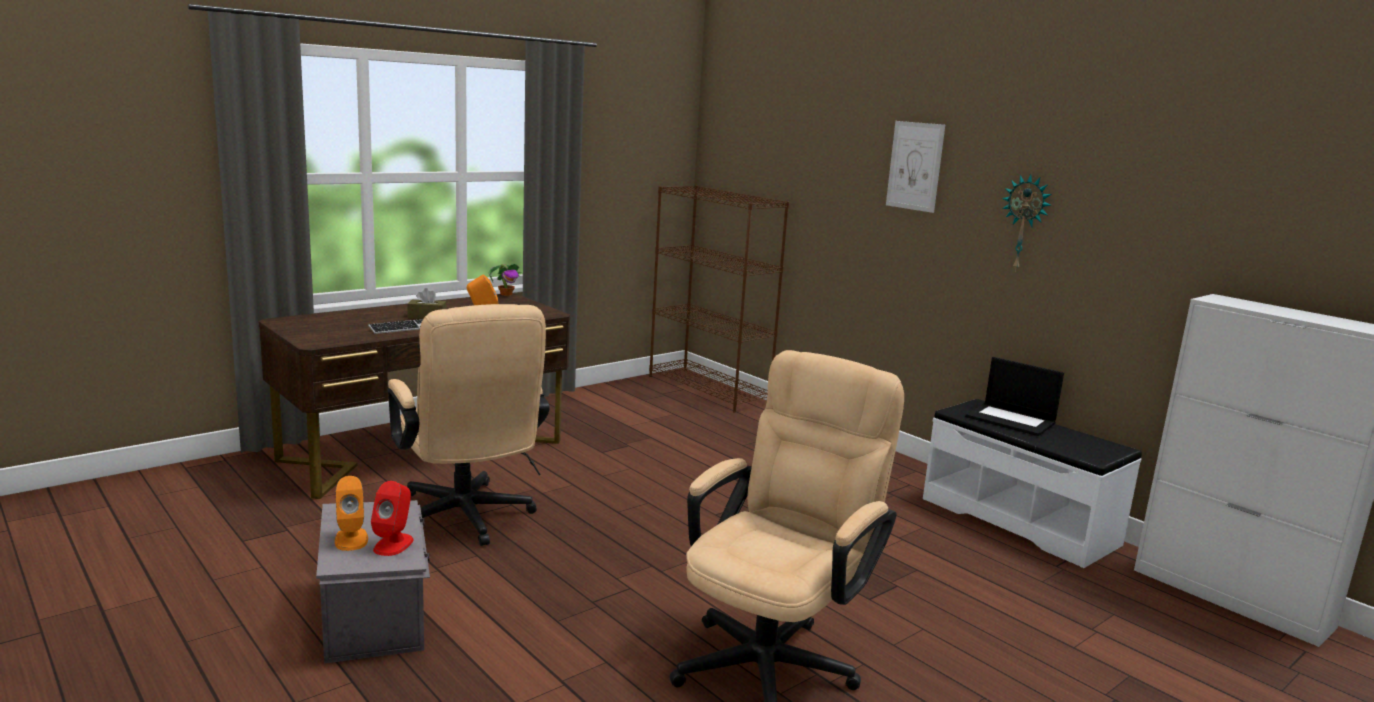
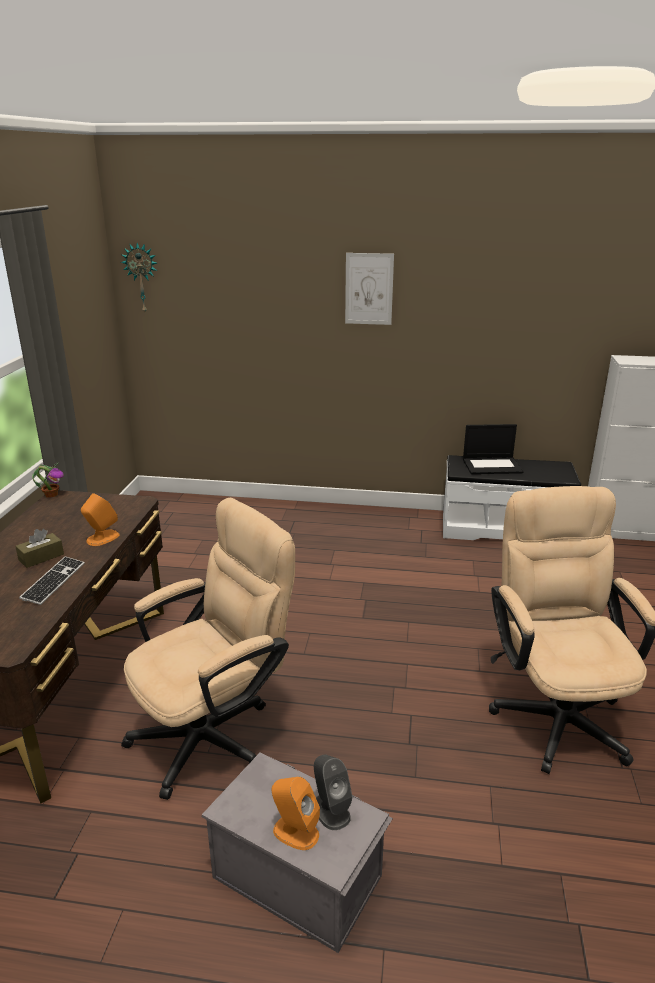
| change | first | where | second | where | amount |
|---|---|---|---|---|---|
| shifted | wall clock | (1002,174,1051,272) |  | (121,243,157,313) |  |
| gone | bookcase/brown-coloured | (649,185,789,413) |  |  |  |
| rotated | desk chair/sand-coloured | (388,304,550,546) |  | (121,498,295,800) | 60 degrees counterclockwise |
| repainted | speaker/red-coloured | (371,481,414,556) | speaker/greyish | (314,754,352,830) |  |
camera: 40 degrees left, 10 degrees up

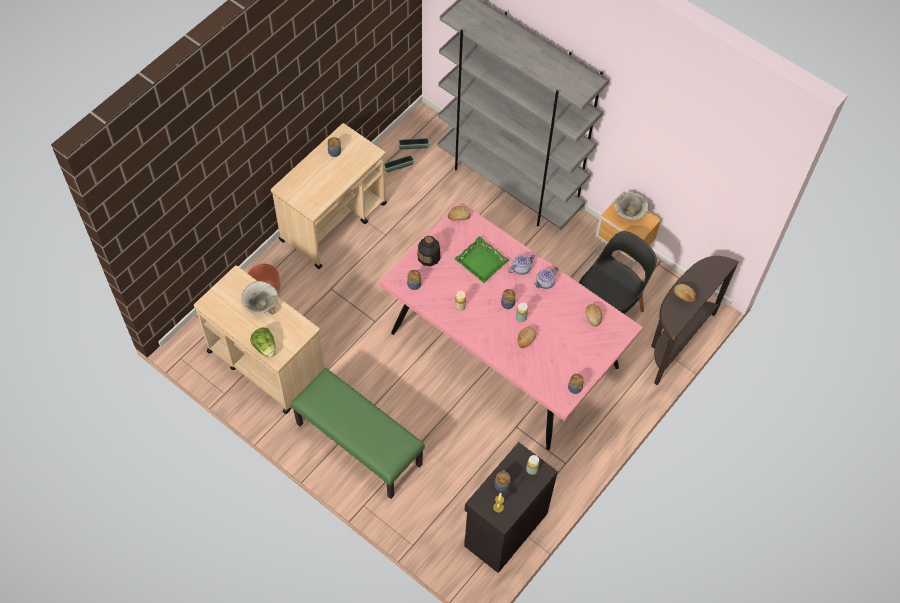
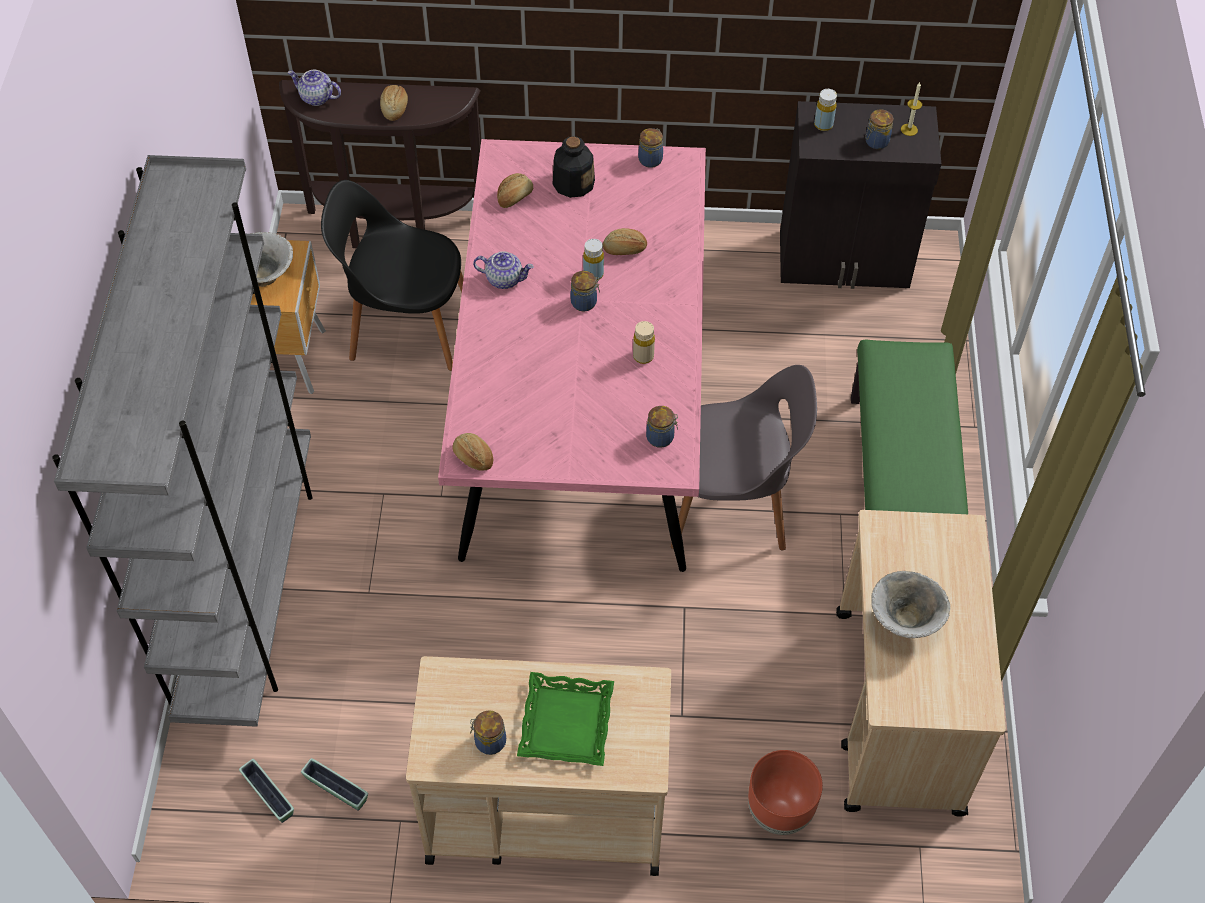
| change | first | where | second | where | amount |
|---|---|---|---|---|---|
| shifted | drink bottle | (417,236,441,266) |  | (553,136,595,198) |  |
| shifted | serving tray/greenish | (454,236,509,283) |  | (517,672,614,766) |  |
| shifted | tea pot | (508,254,536,275) |  | (287,70,341,106) |  |
| gone | head of lettuce | (250,327,276,358) |  |  |  |
| new |  |  | chair/greyish | (671,365,817,551) |  |
camera: 125 degrees left, 5 degrees down

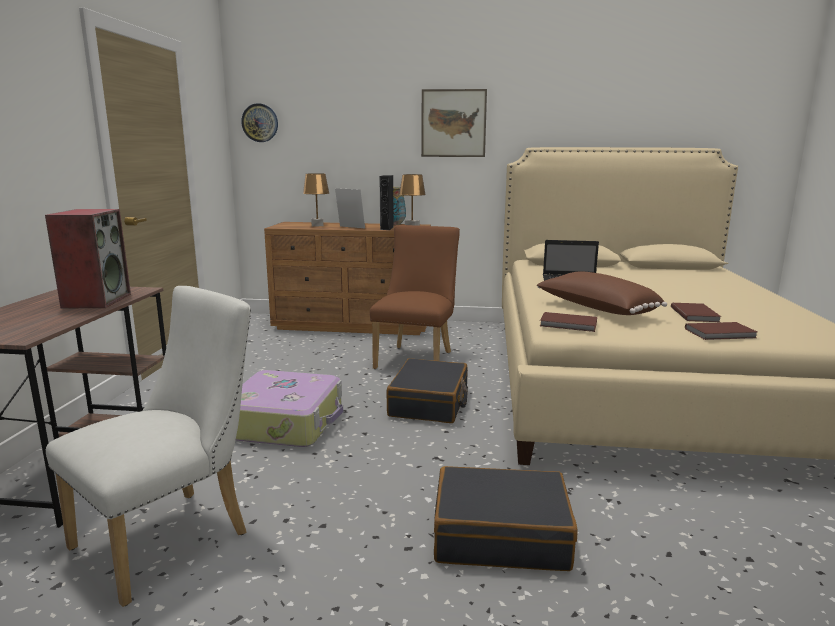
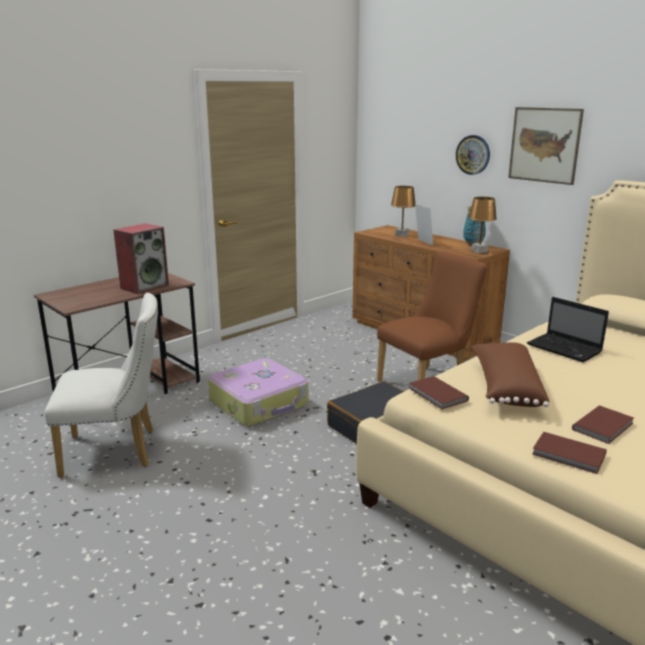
| change | first | where | second | where | amount |
|---|---|---|---|---|---|
| shifted | wall clock | (241,103,278,142) |  | (456,135,490,175) |  |
| gone | speaker/blackish | (379,175,394,230) |  |  |  |
| gone | travel case/blackish | (434,466,578,571) |  |  |  |
camera: 40 degrees right, 5 degrees up

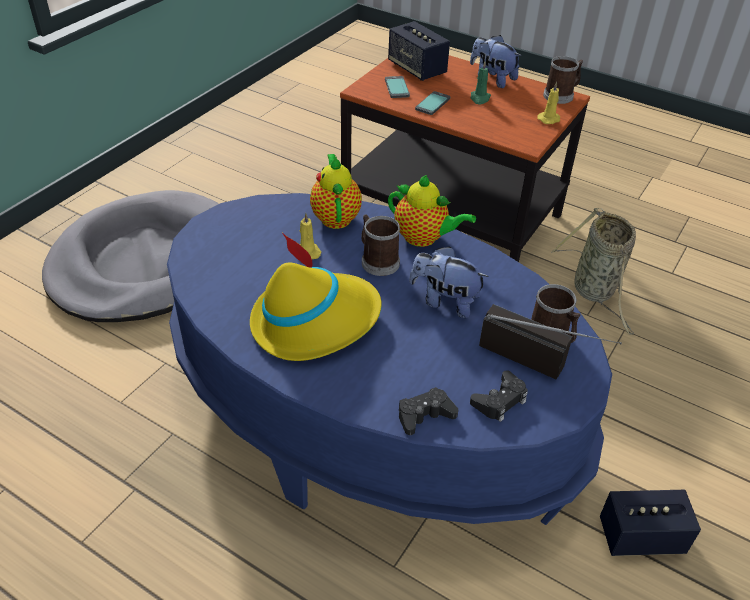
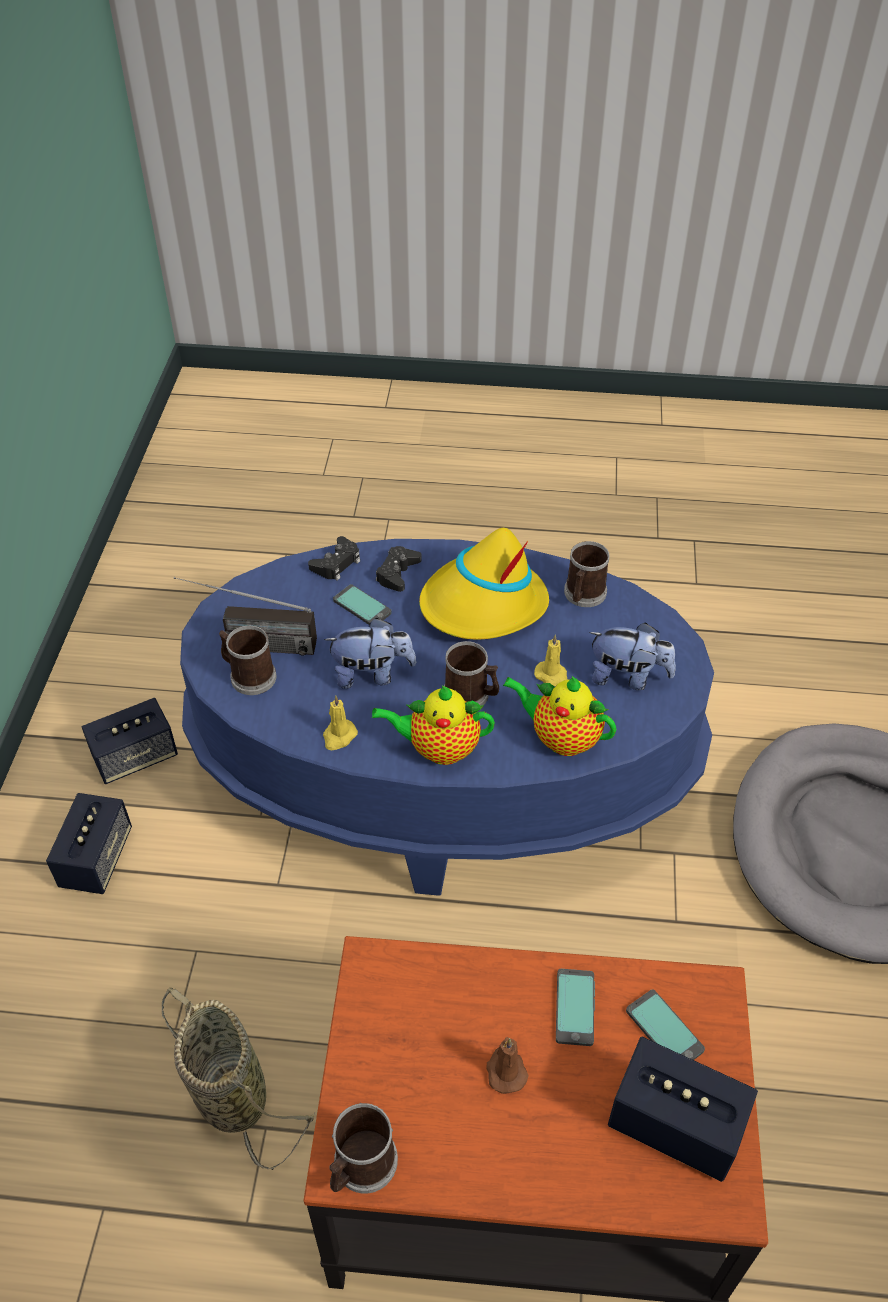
| change | first | where | second | where | amount |
|---|---|---|---|---|---|
| shifted | cuddly toy | (470,35,522,88) |  | (589,623,676,690) |  |
| repainted | wax light/greenish | (470,62,491,105) | wax light/brown-coloured | (486,1037,529,1094) |  |
| shifted | wax light/yellow-coloured | (537,82,560,124) |  | (323,695,358,750) |  |
| rotated | tea pot | (310,154,362,229) |  | (503,676,616,756) | 150 degrees clockwise |
| shifted | gamepad/blackish | (470,370,528,422) |  | (376,546,422,592) |  |
| new |  |  | coffee mug | (564,541,610,607) |  |
| new |  |  | handset | (333,584,392,625) |  |
| new |  |  | speaker | (46,793,132,894) |  |
camera: 155 degrees right, 5 degrees up

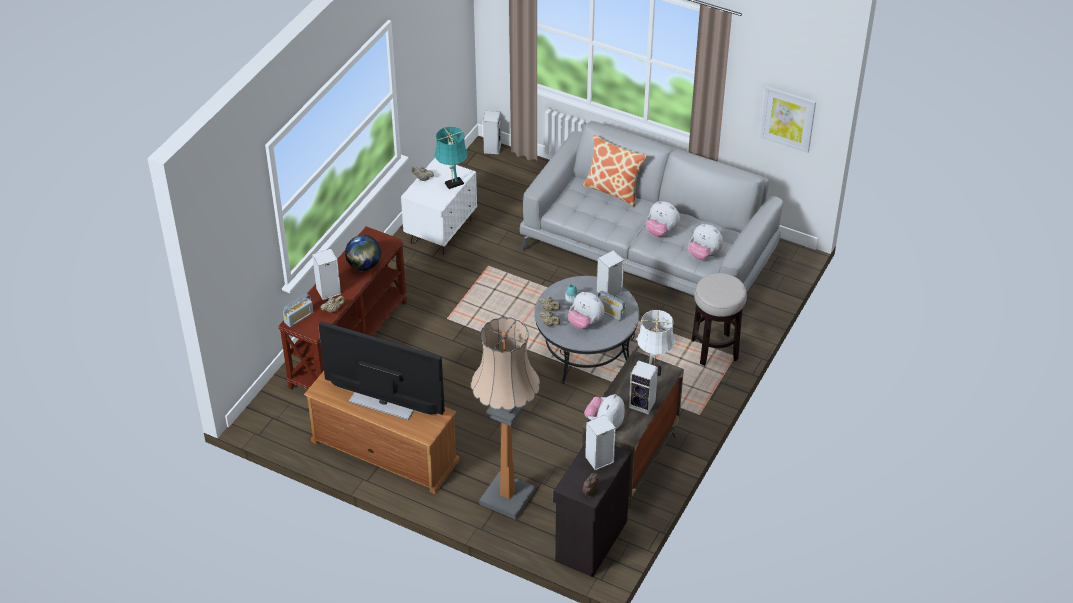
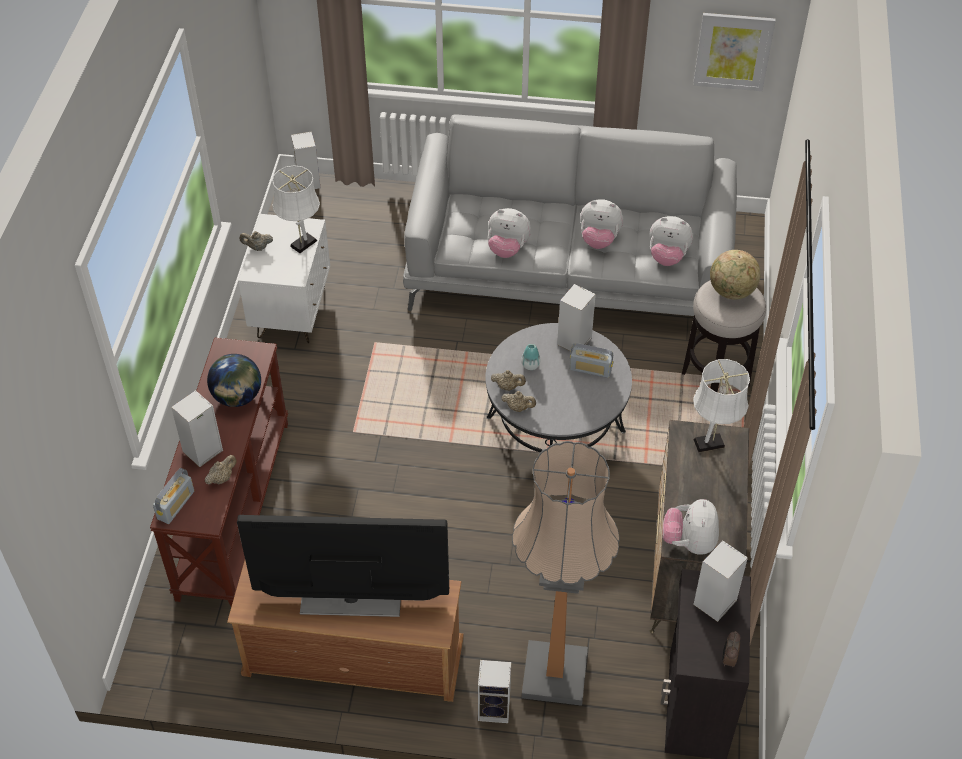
| change | first | where | second | where | amount |
|---|---|---|---|---|---|
| repainted | tabletop lamp/blue-green | (435,127,468,189) | tabletop lamp/white | (272,165,320,253) |  |
| gone | pillow | (583,135,647,207) |  |  |  |
| shifted | cuddly toy | (568,292,604,329) |  | (488,208,531,258) |  |
| shifted | speaker | (629,360,658,414) |  | (478,660,511,723) |  |
| new |  |  | desk globe | (710,250,761,300) |  |
camera: 20 degrees left, 5 degrees up

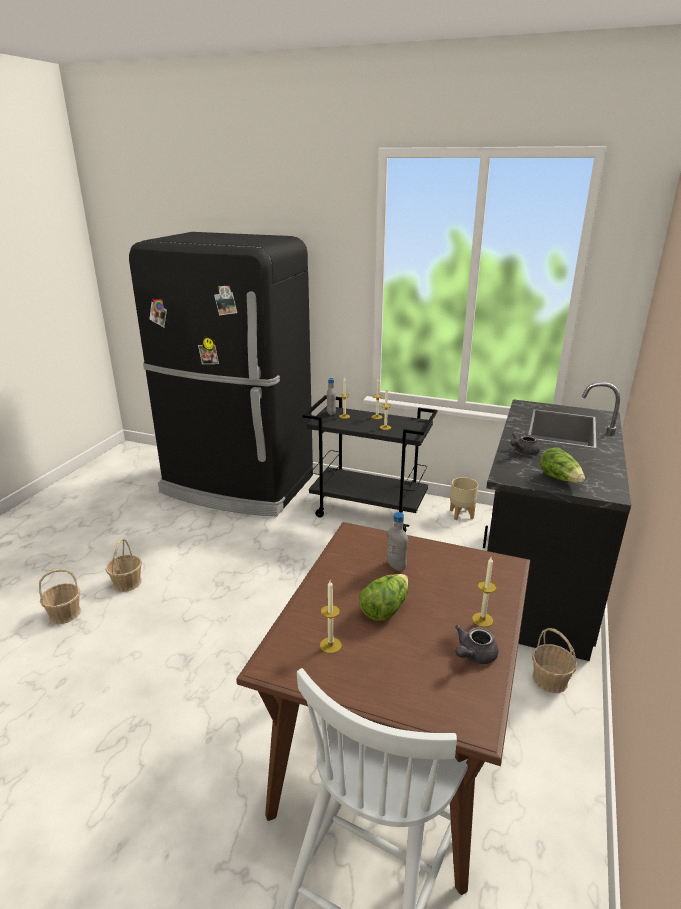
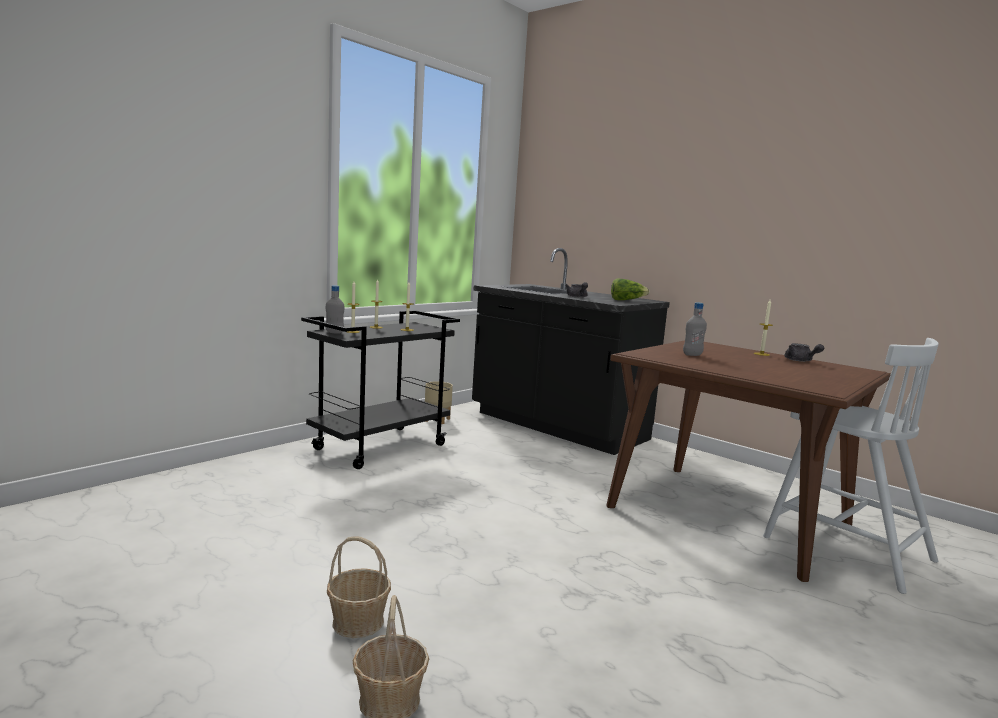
| change | first | where | second | where | amount |
|---|---|---|---|---|---|
| gone | refrigerator/blackish | (129,232,313,516) |  |  |  |
| gone | head of lettuce | (359,574,408,621) |  |  |  |
| gone | wax light | (320,581,342,653) |  |  |  |
| gone | storage basket | (532,628,577,693) |  |  |  |
camera: 70 degrees left, 15 degrees down

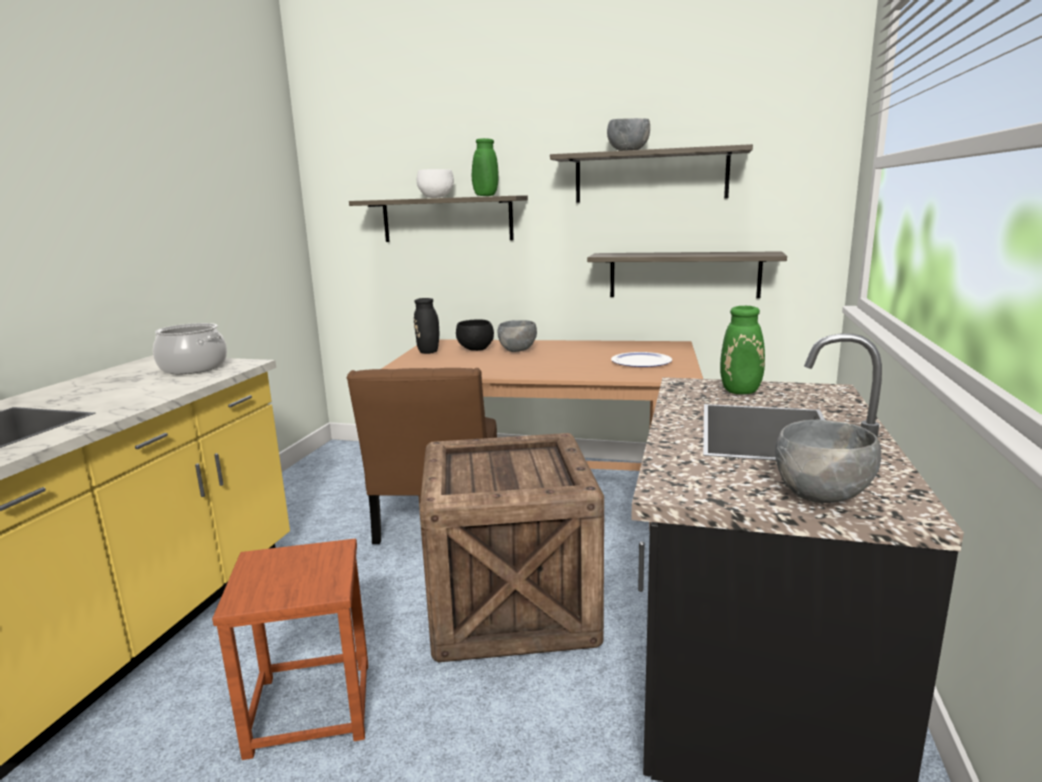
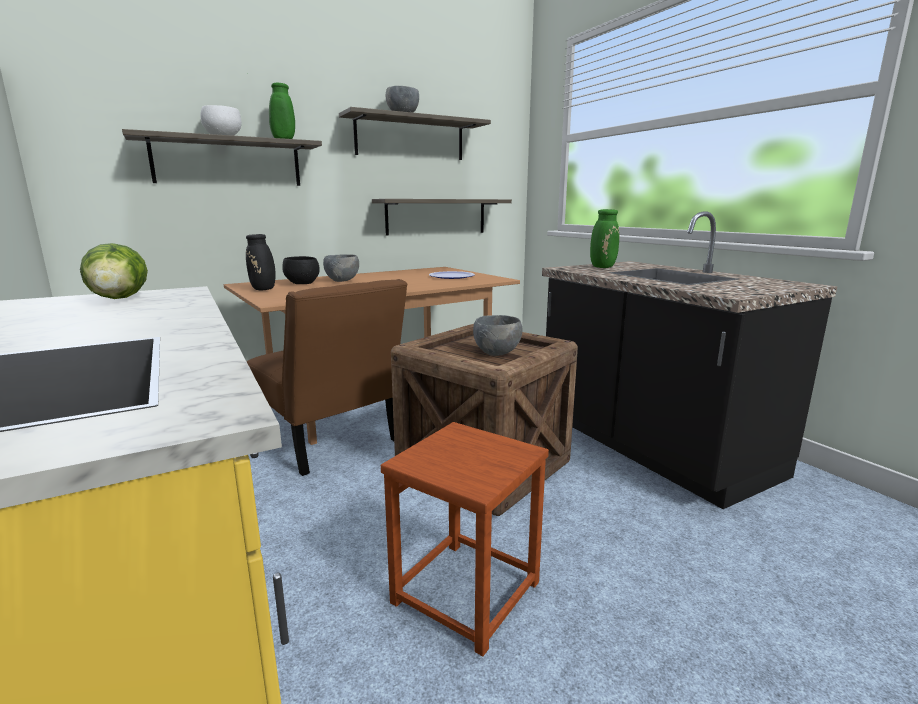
| change | first | where | second | where | amount |
|---|---|---|---|---|---|
| swapped | saucepot | (153,323,227,374) | head of lettuce | (80,243,148,299) |  |
| shifted | serving bowl/greyish | (775,419,881,503) |  | (473,315,522,356) |  |
camera: 45 degrees left, 0 degrees up

